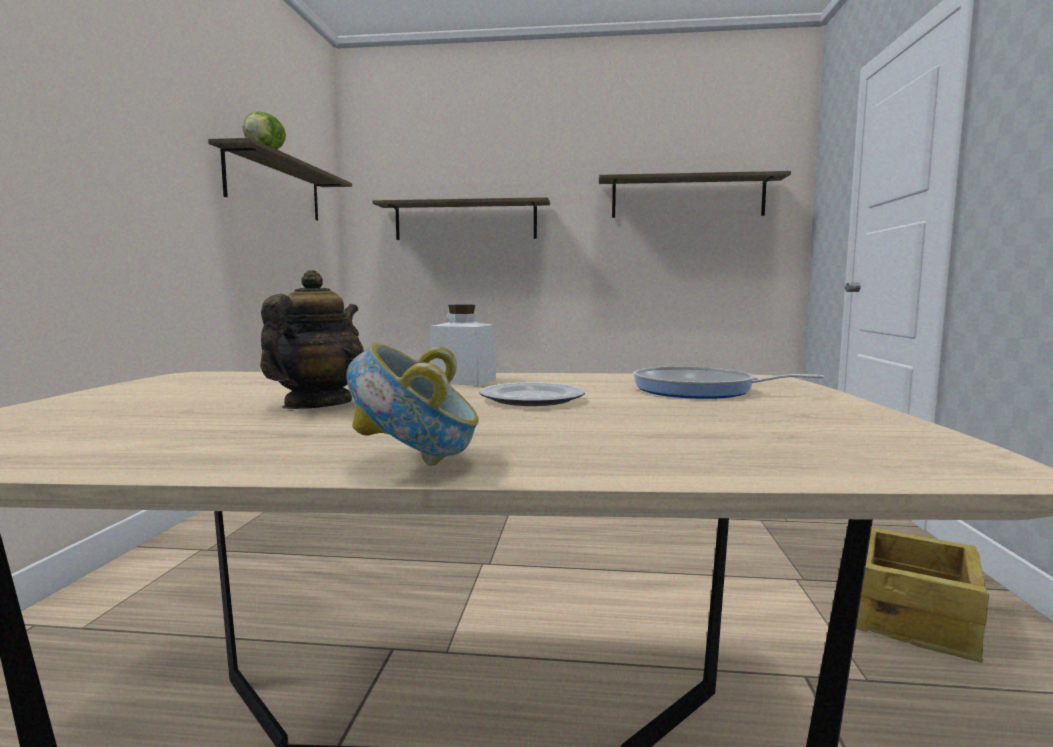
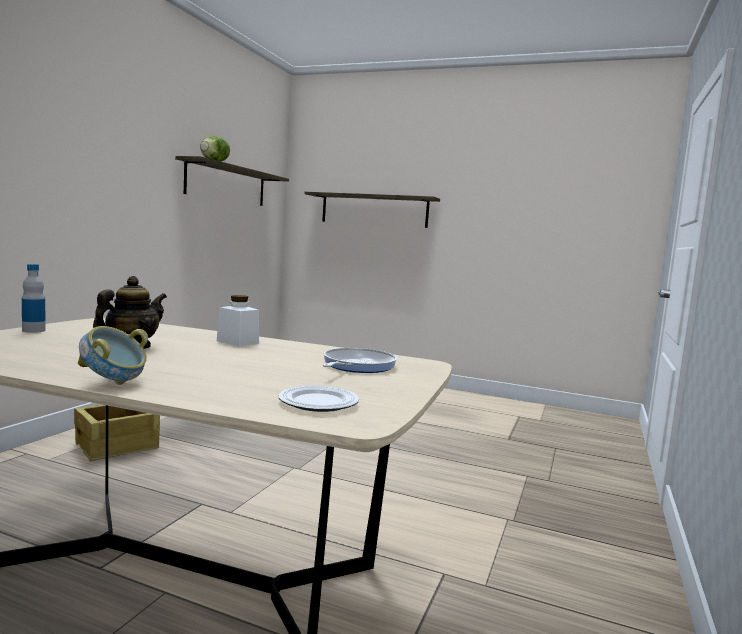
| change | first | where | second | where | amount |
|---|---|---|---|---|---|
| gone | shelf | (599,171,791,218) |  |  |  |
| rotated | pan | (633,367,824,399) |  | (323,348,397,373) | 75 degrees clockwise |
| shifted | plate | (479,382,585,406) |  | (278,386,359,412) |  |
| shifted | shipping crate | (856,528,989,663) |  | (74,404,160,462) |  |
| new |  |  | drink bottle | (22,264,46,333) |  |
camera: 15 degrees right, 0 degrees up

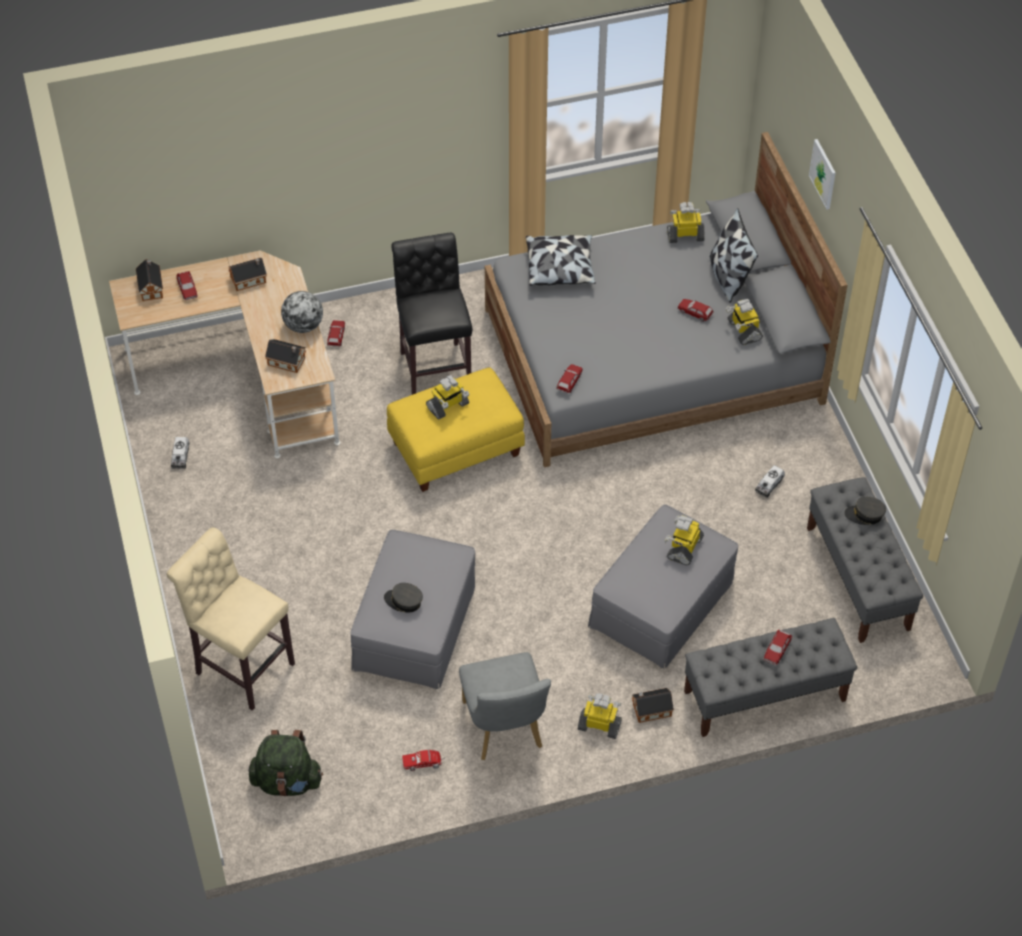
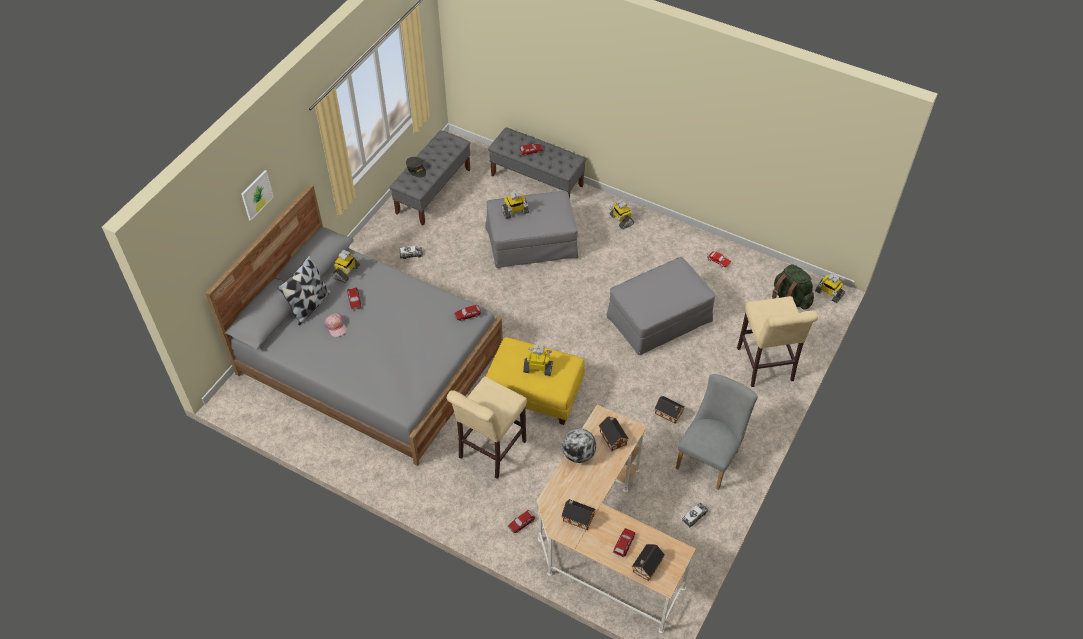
| change | first | where | second | where | amount |
|---|---|---|---|---|---|
| shifted | toy robot | (667,202,705,243) |  | (815,273,845,303) |  |
| repainted | stool/blackish | (391,233,472,395) | stool/sand-coloured | (447,376,527,479) |  |
| gone | pillow | (526,235,596,286) |  |  |  |
| gone | baseball cap/greyish | (384,583,423,613) |  |  |  |
| shifted | chair/greyish | (459,652,551,760) |  | (676,374,758,490) |  |
| shifted | toy house | (632,688,674,723) |  | (655,396,684,423) |  |
| new |  |  | baseball cap/pinkish | (324,313,347,337) |  |
camera: 135 degrees left, 0 degrees up

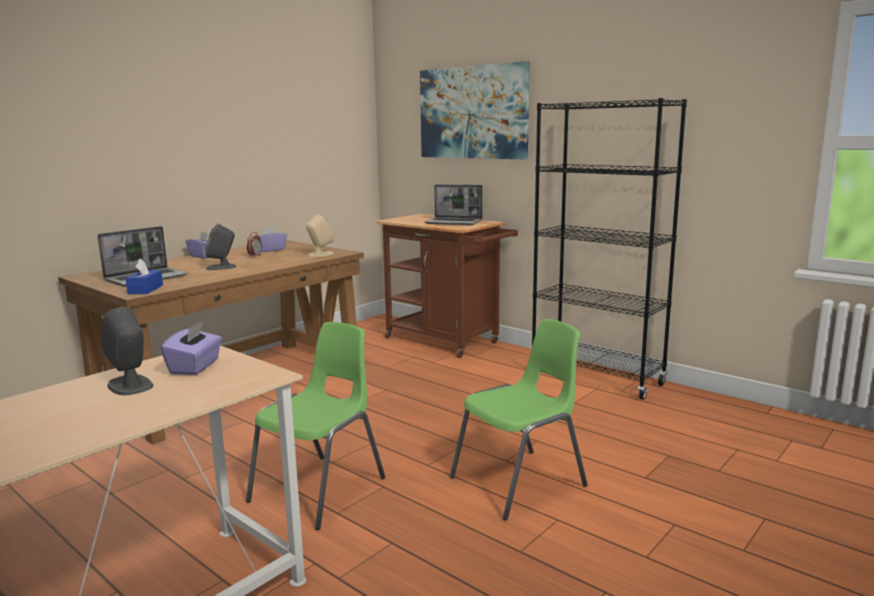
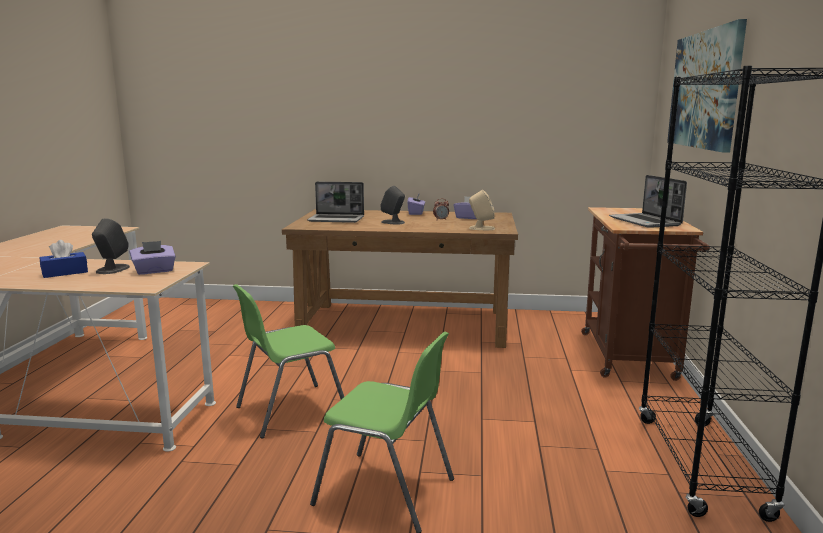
| change | first | where | second | where | amount |
|---|---|---|---|---|---|
| shifted | tissue box/blue-coloured | (125,258,163,294) |  | (39,240,88,278) |  |
| rotated | chair/greenish | (246,322,385,530) |  | (233,284,344,438) | 150 degrees clockwise |
camera: 55 degrees right, 0 degrees up

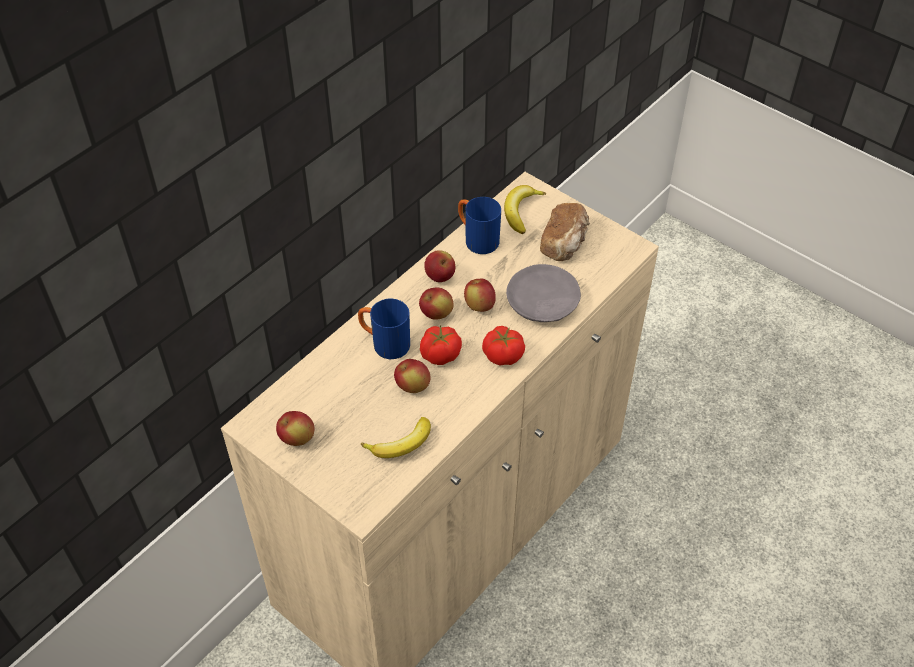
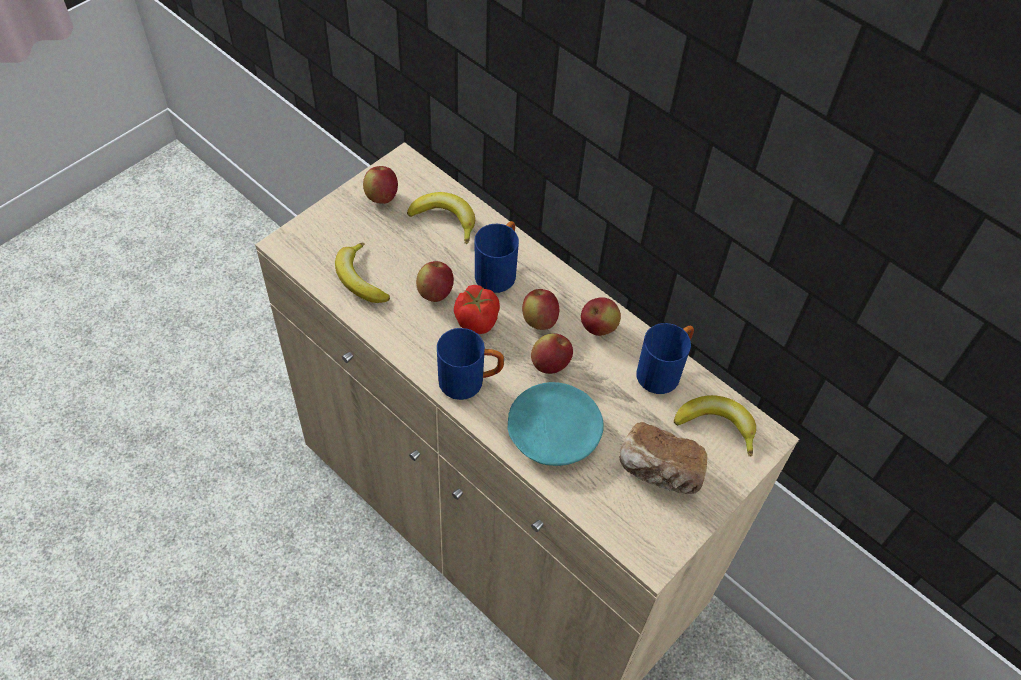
| change | first | where | second | where | amount |
|---|---|---|---|---|---|
| repainted | plate/greyish | (506,264,581,322) | plate/blue-green | (508,382,604,466) |  |
| swapped | whole tomato | (482,326,525,366) | coffee mug/blue-coloured | (437,328,504,400) |  |
| new |  |  | whole banana | (407,192,475,244) |  |
camera: 90 degrees right, 5 degrees up

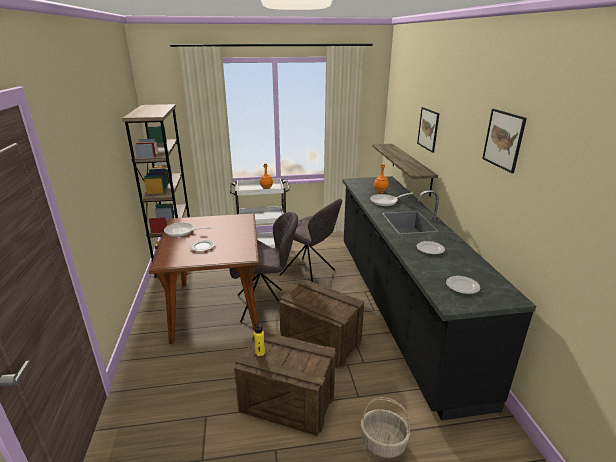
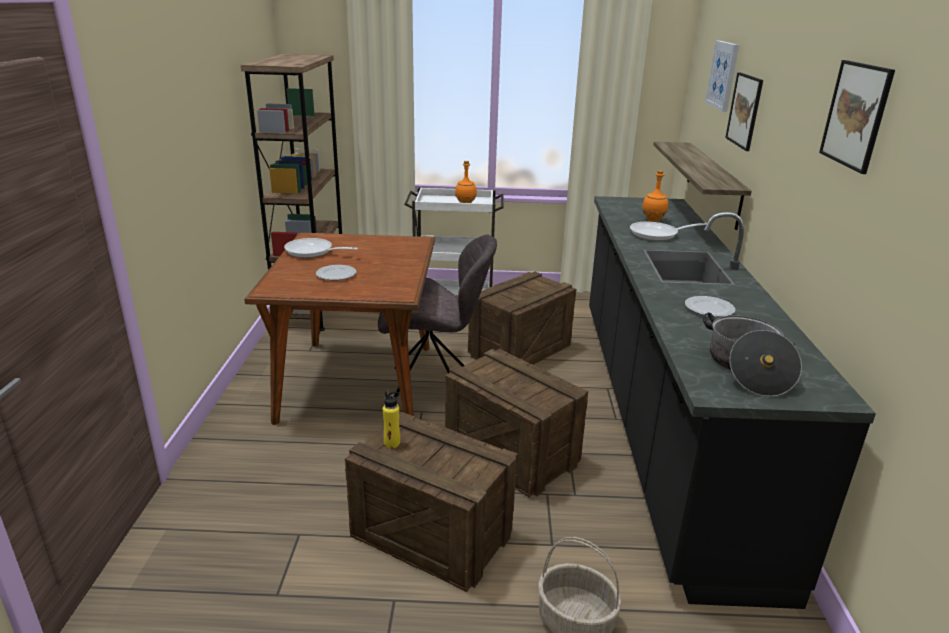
| change | first | where | second | where | amount |
|---|---|---|---|---|---|
| swapped | chair/greyish | (279,198,342,282) | shipping crate | (468,272,576,365) |  |
| swapped | plate | (446,276,480,294) | saucepot | (703,312,802,397) |  |
| new |  |  | wall art | (705,41,739,112) |  |
camera: 10 degrees right, 0 degrees up

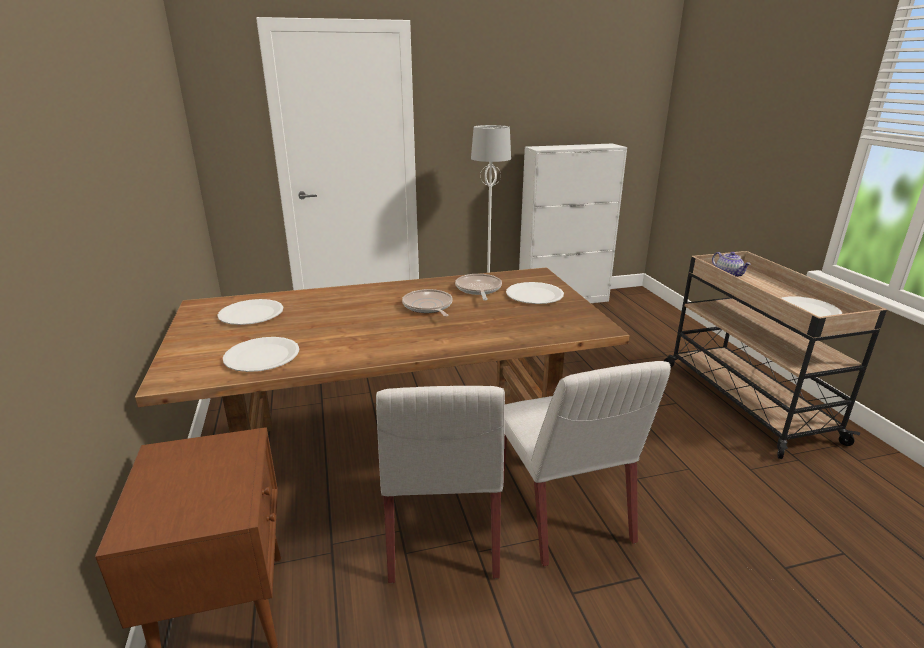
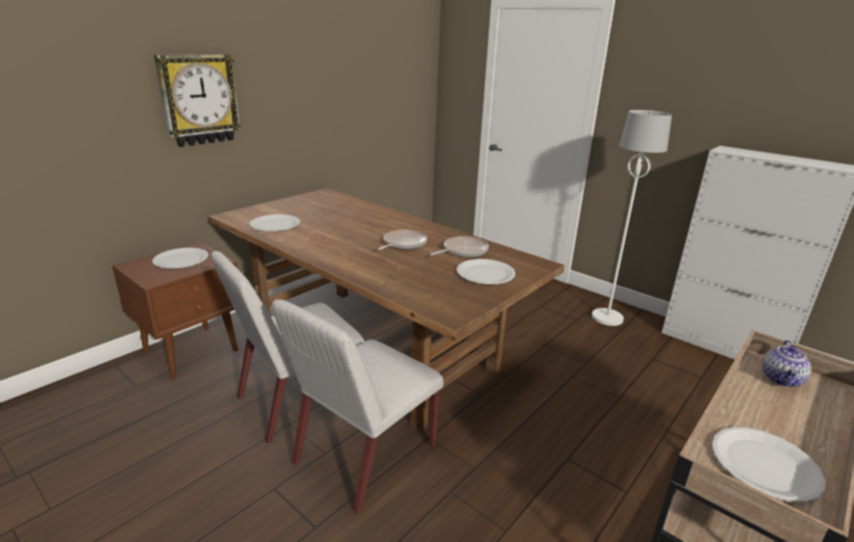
| change | first | where | second | where | amount |
|---|---|---|---|---|---|
| shifted | plate/white | (217,299,283,325) |  | (152,247,208,269) |  |
| new |  |  | wall clock | (154,54,242,147) |  |
camera: 55 degrees right, 0 degrees up

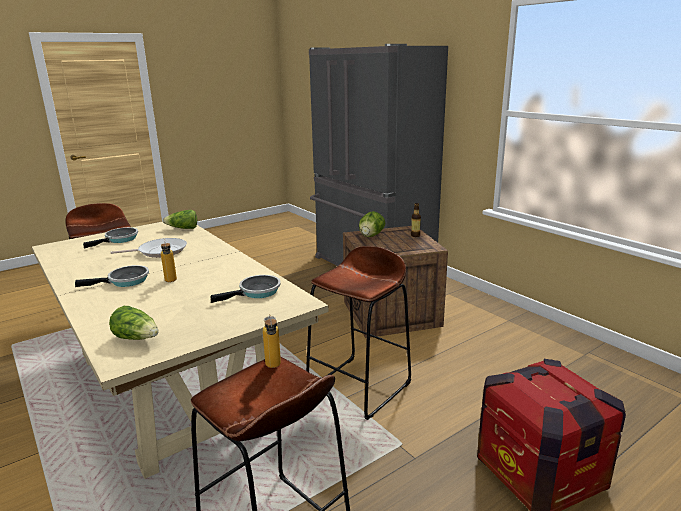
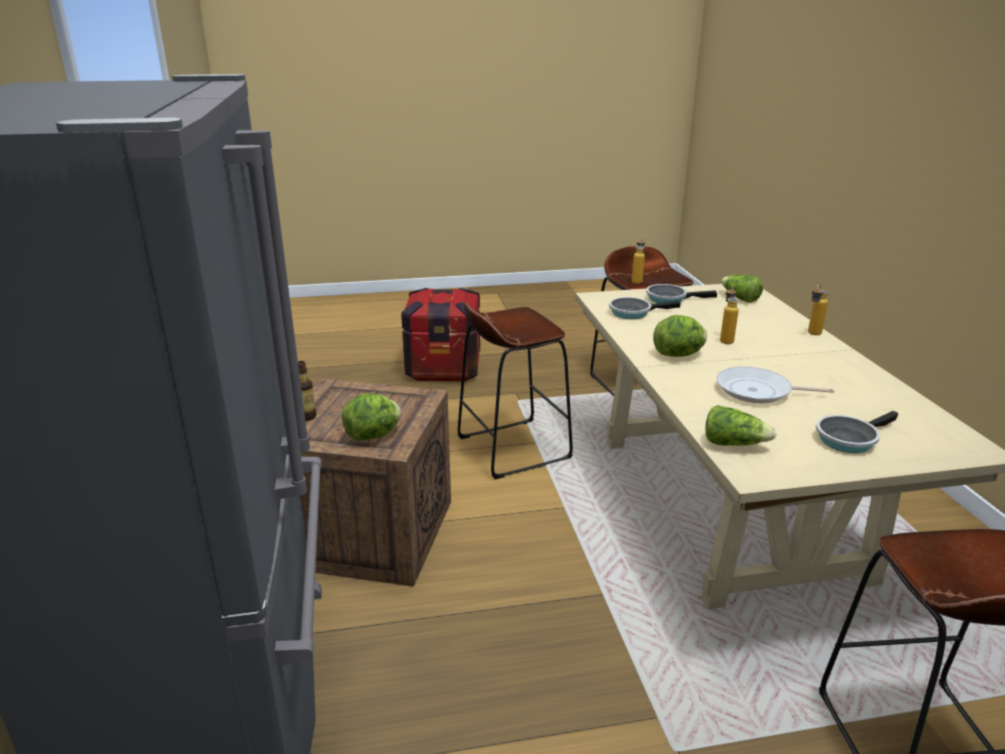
| change | first | where | second | where | amount |
|---|---|---|---|---|---|
| shifted | pan | (75,265,149,287) |  | (646,284,717,303) |  |
| new |  |  | drink bottle | (808,285,828,335) |  |
| new |  |  | head of lettuce | (653,315,707,357) |  |
camera: 155 degrees left, 5 degrees up

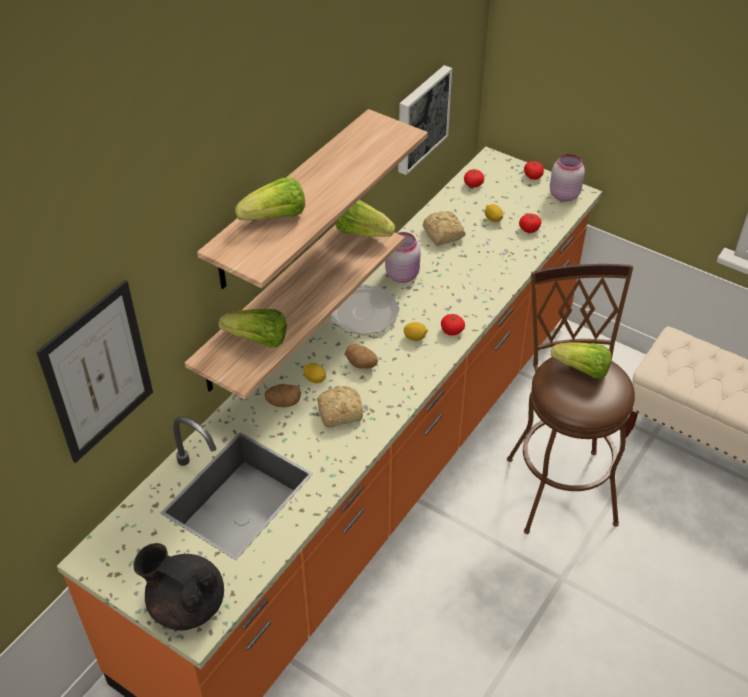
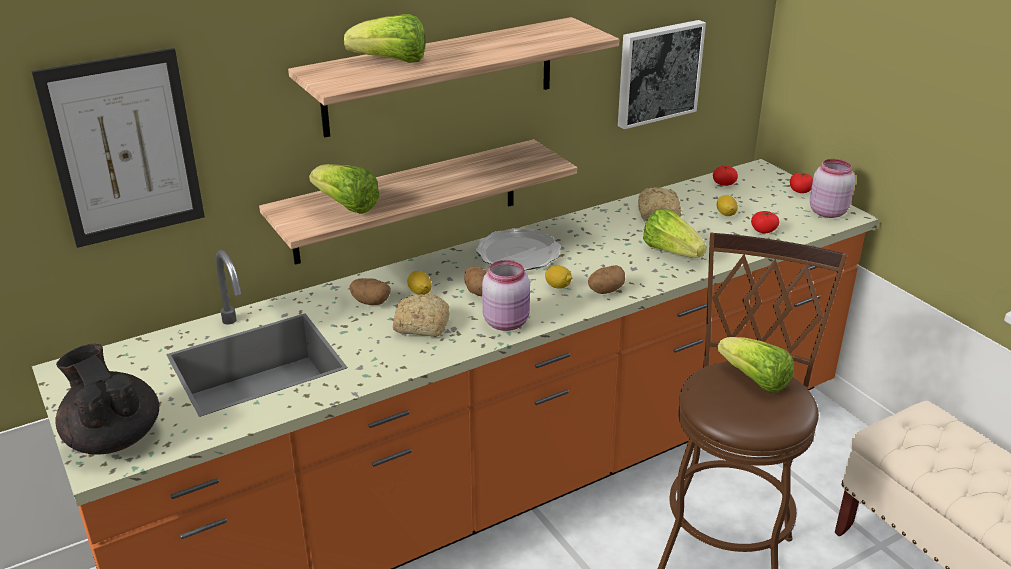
| change | first | where | second | where | amount |
|---|---|---|---|---|---|
| shifted | head of lettuce | (335,200,395,237) |  | (643,209,706,258) |  |
| shifted | jar/pinkish | (385,232,421,283) |  | (482,260,530,331) |  |
| swapped | whole tomato | (441,314,465,336) | spud | (588,265,625,294) |  |
camera: 25 degrees right, 15 degrees down

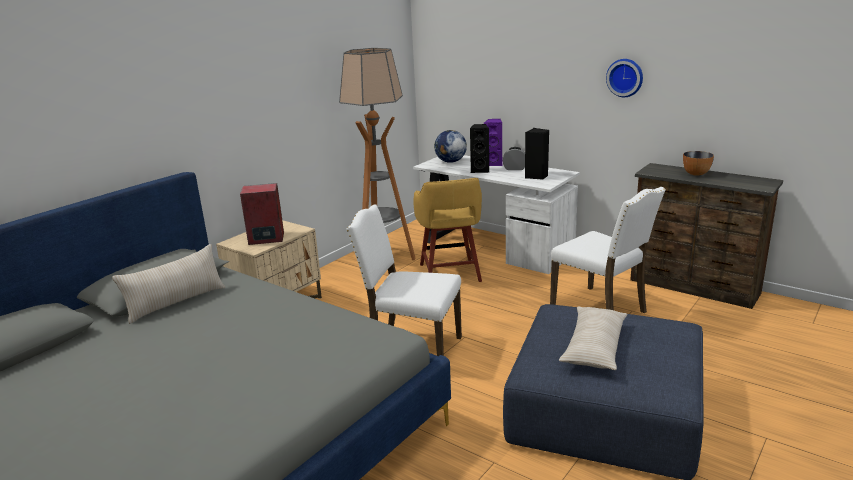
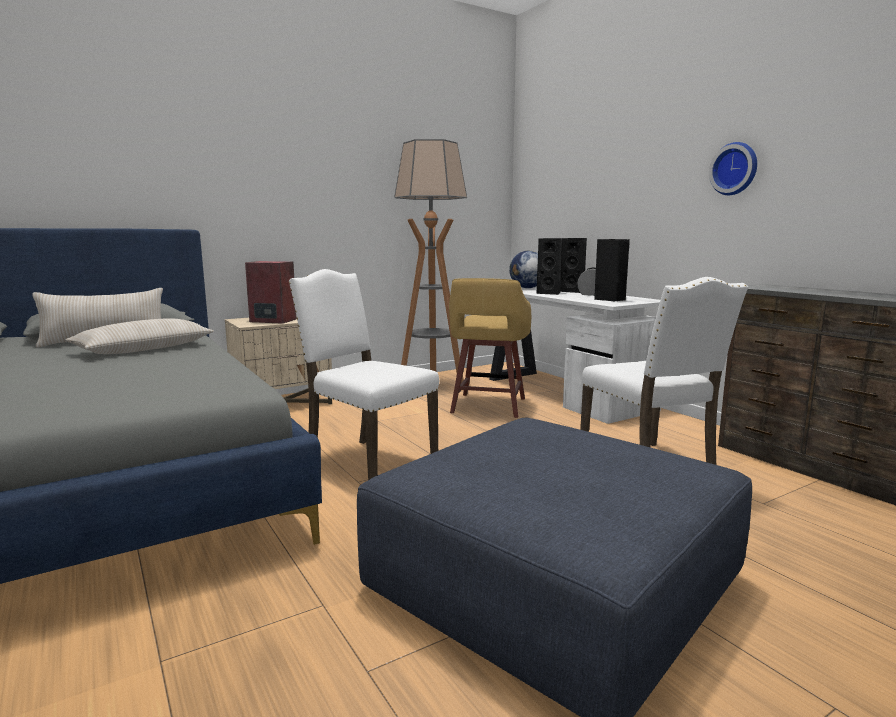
| change | first | where | second | where | amount |
|---|---|---|---|---|---|
| repainted | speaker/purplish | (484,119,503,166) | speaker/blackish | (560,238,587,293) |  |
| gone | serving bowl | (683,151,714,176) |  |  |  |
| shifted | pillow/sand-coloured | (559,307,627,370) |  | (65,318,214,354) |  |
camera: 20 degrees right, 10 degrees down

